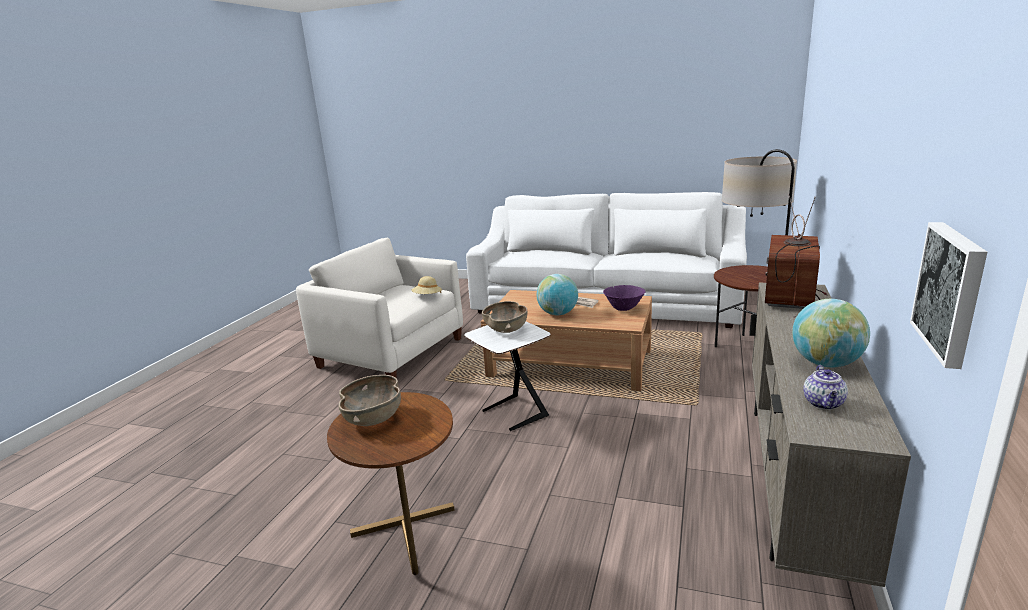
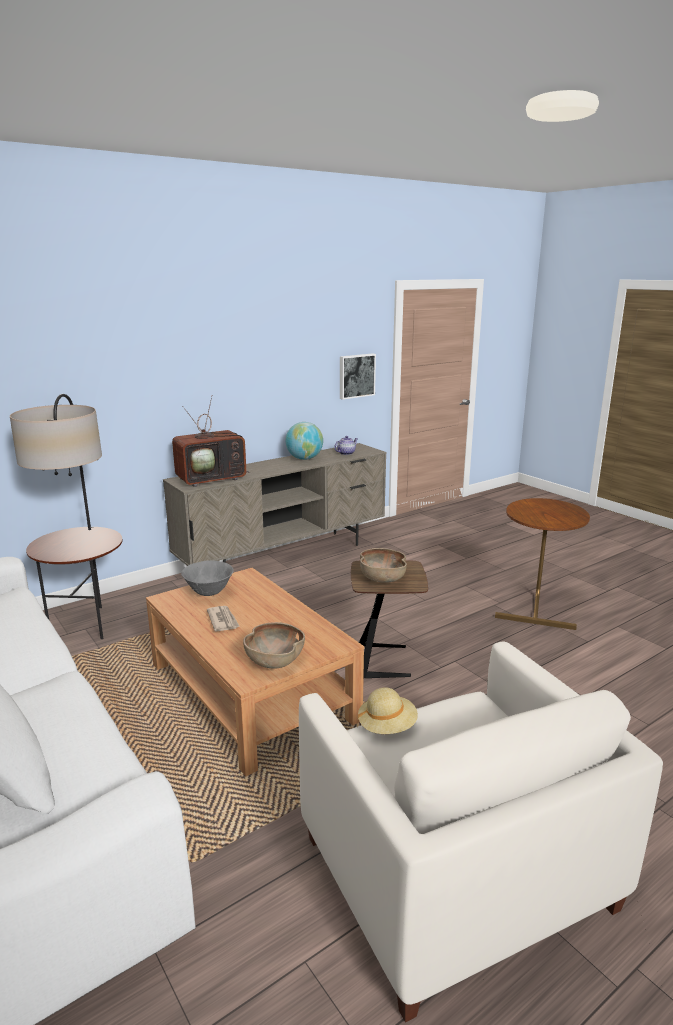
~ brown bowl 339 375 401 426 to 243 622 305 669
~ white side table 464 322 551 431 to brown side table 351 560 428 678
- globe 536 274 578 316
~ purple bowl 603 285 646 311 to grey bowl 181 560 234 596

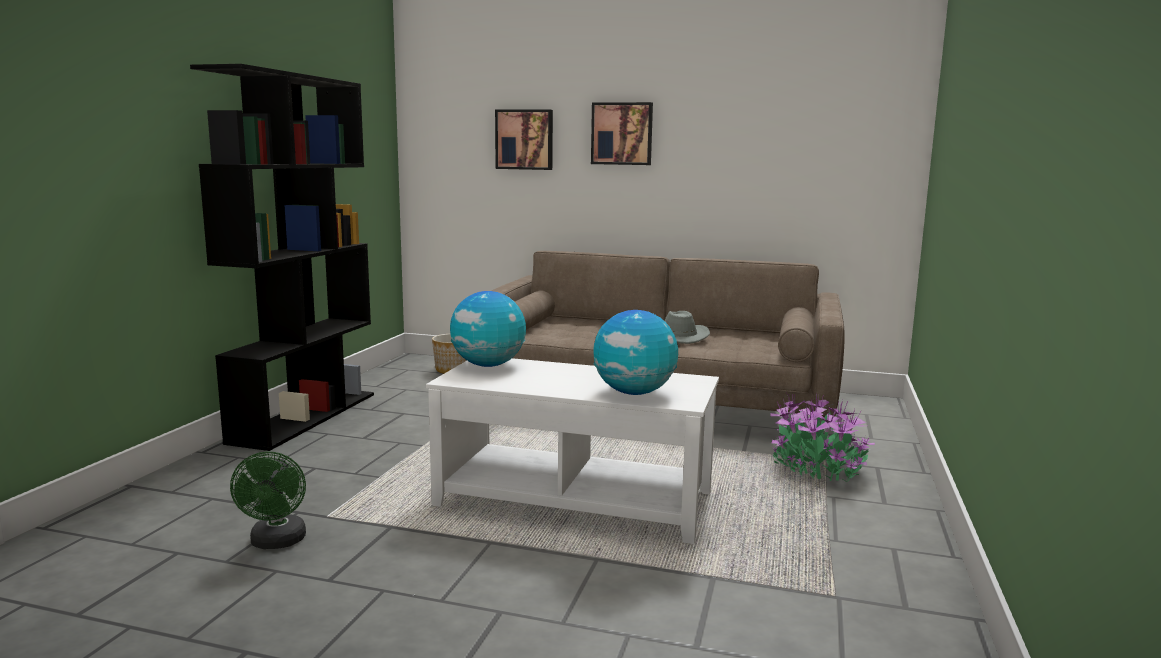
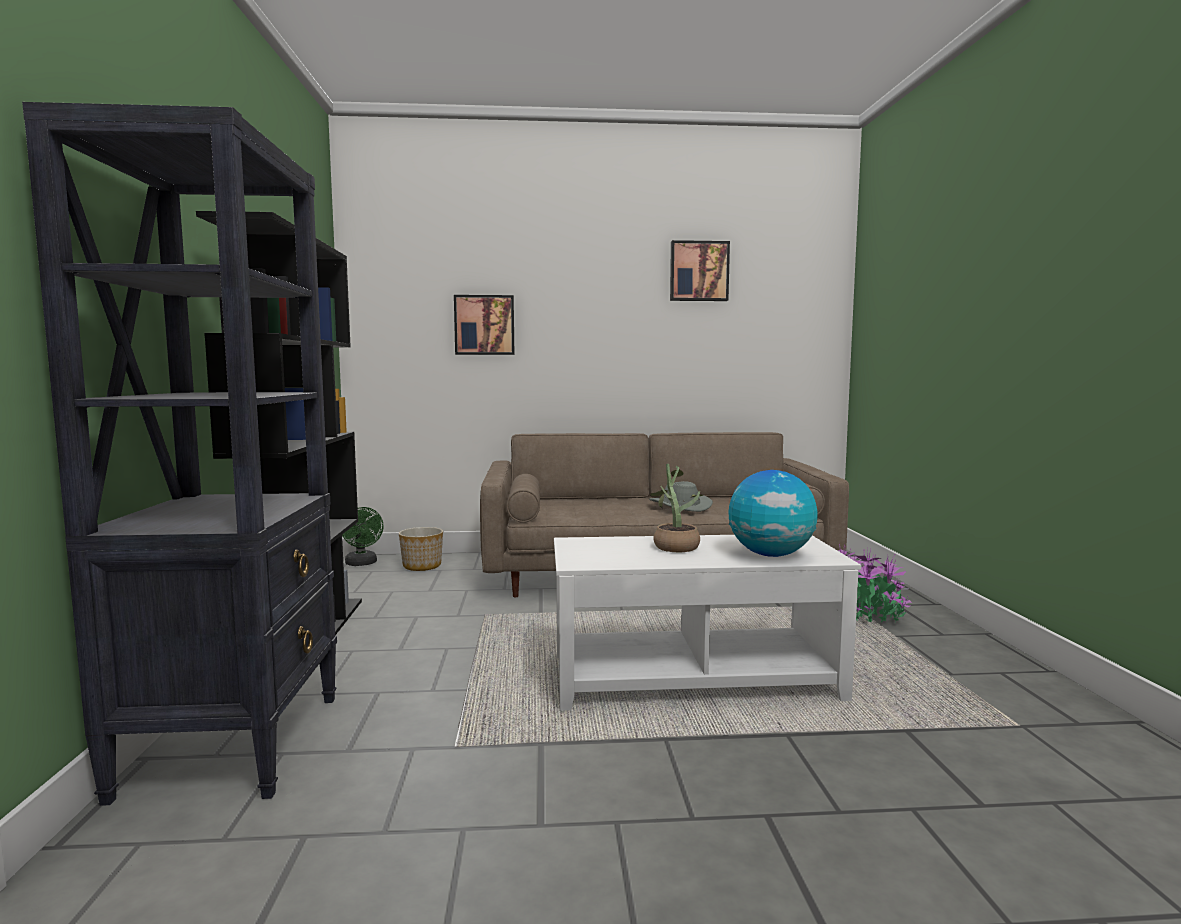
~ green fan 230 452 306 549 to 342 507 384 566
- globe 450 291 526 367
~ picture 591 102 653 165 to 670 240 730 301
+ black bookcase 22 102 337 806
+ potted plant 650 464 703 552

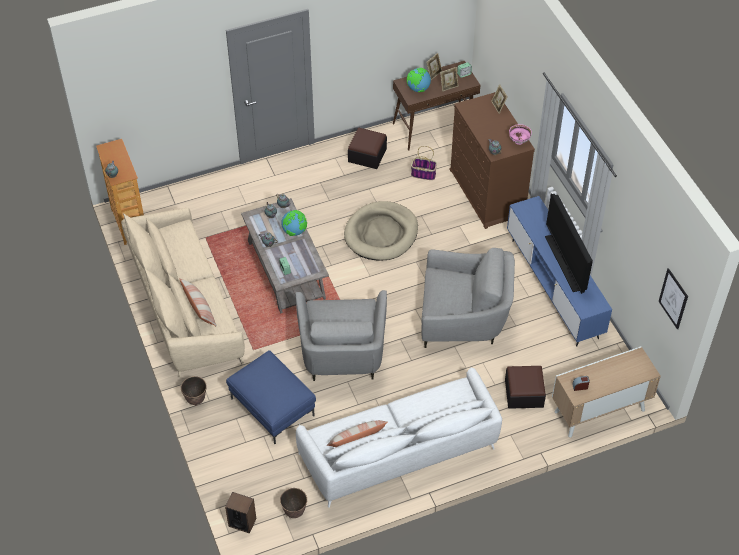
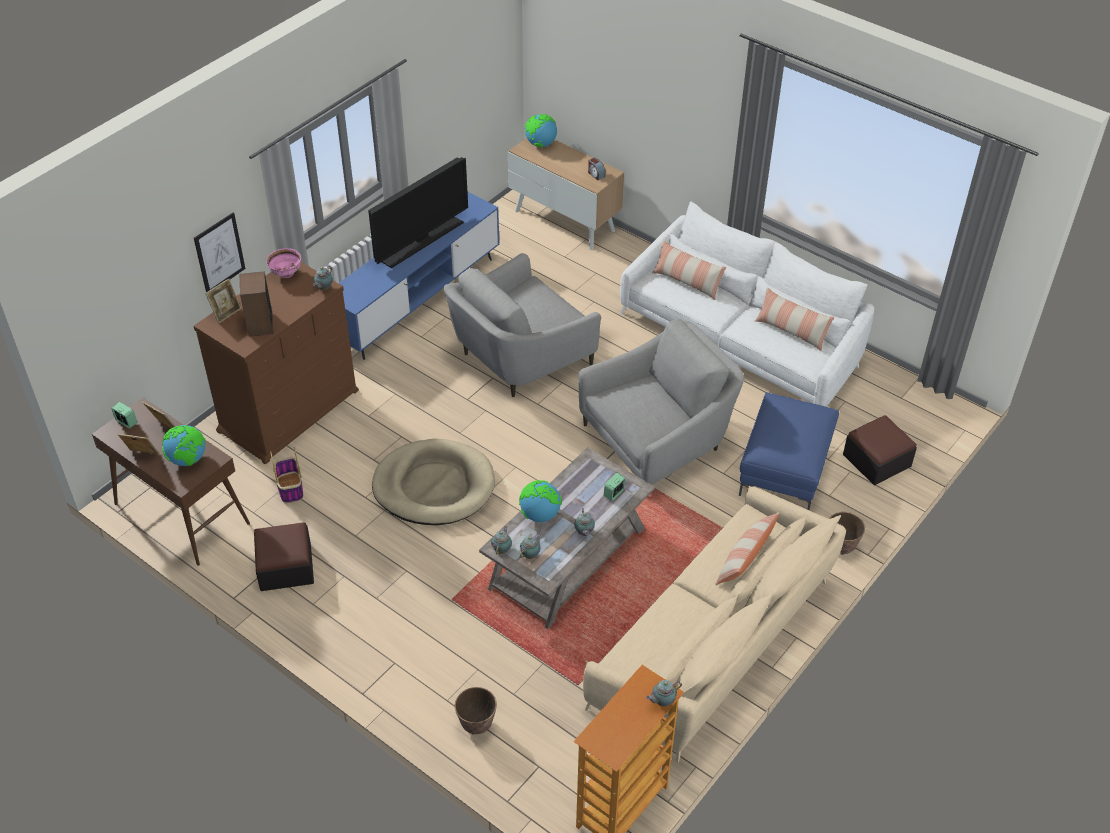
~ speaker 225 492 256 534 to 240 271 273 337
~ planter 280 488 307 518 to 455 687 497 735
~ grey armchair 421 248 515 348 = 444 253 601 397 105 degrees counterclockwise
~ ottoman 505 366 546 409 to 843 415 917 485
~ picture 658 268 688 329 to 194 212 245 292
+ globe 525 114 557 148
+ pillow 652 240 726 300

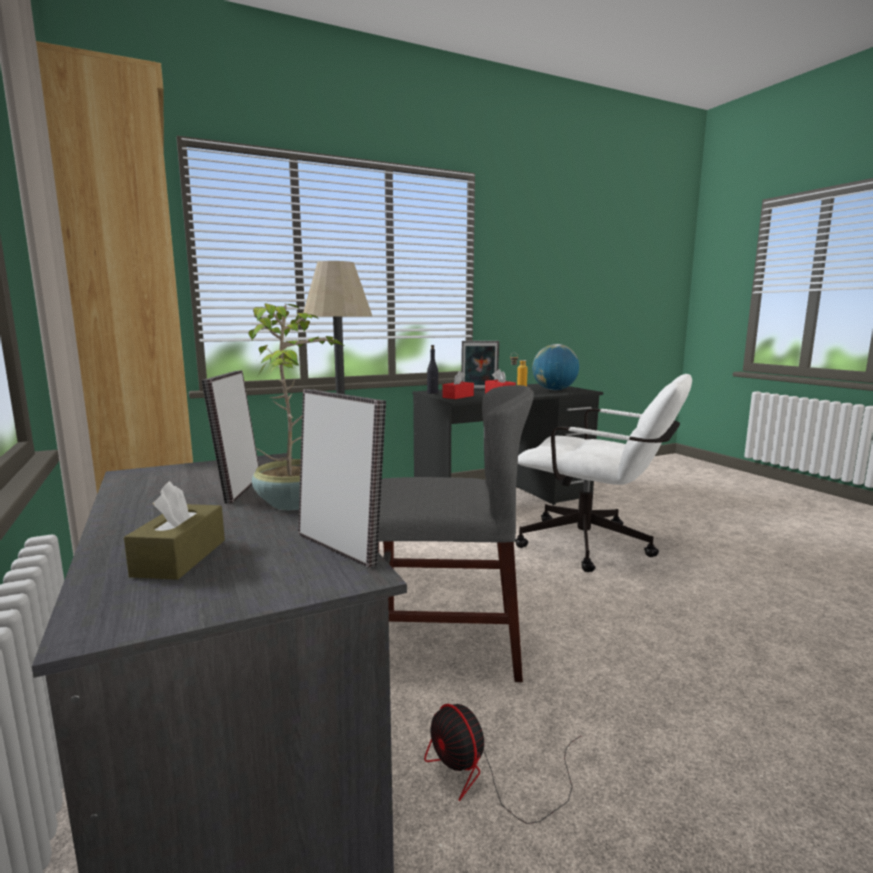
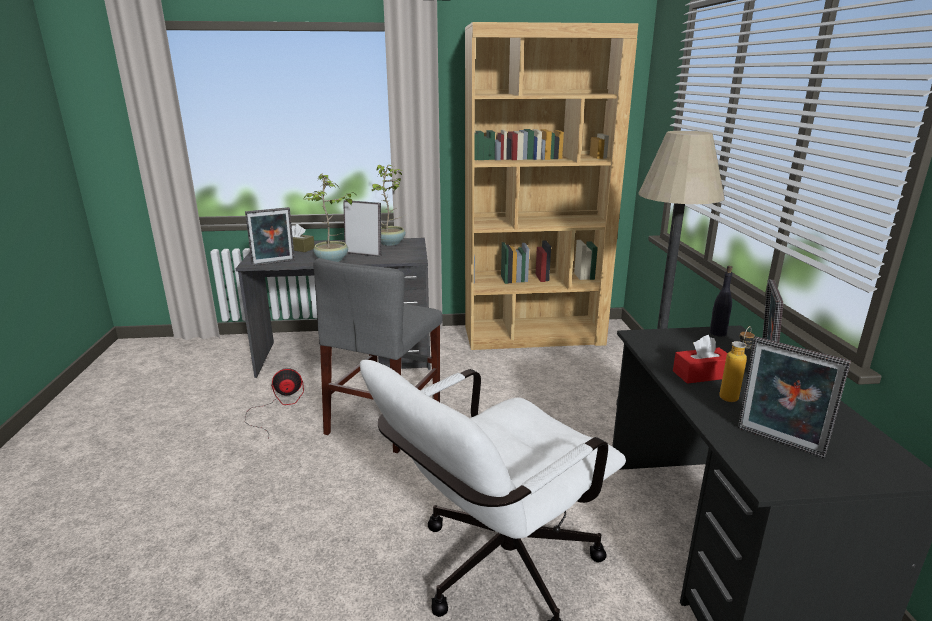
- red tissue box 442 371 474 399
~ globe 532 344 579 390 to picture frame 738 337 851 458
+ potted plant 370 165 407 246

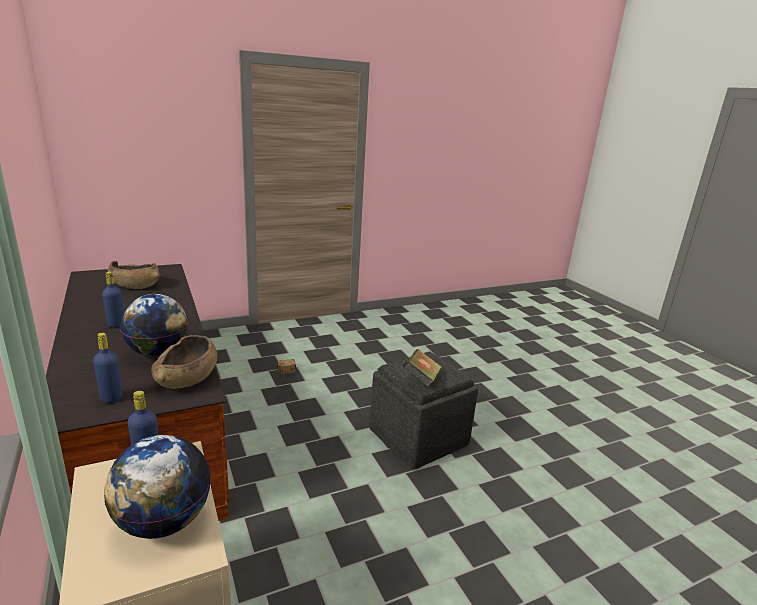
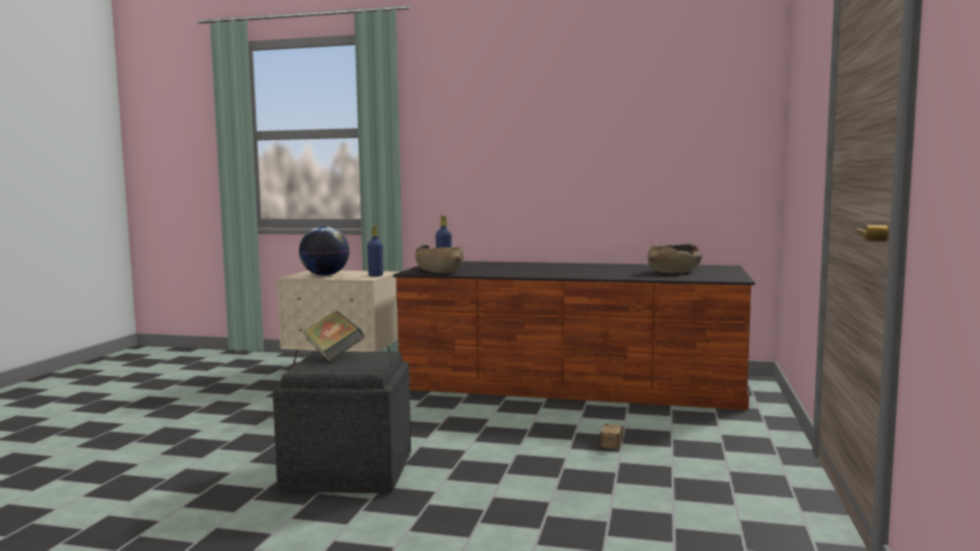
- blue bottle 102 272 124 328
- globe 120 294 188 356

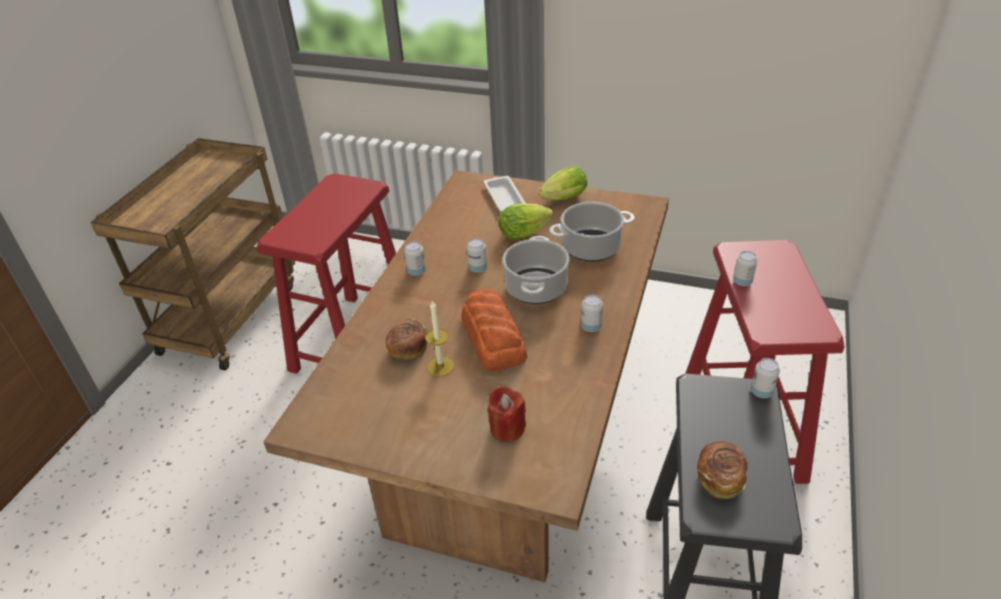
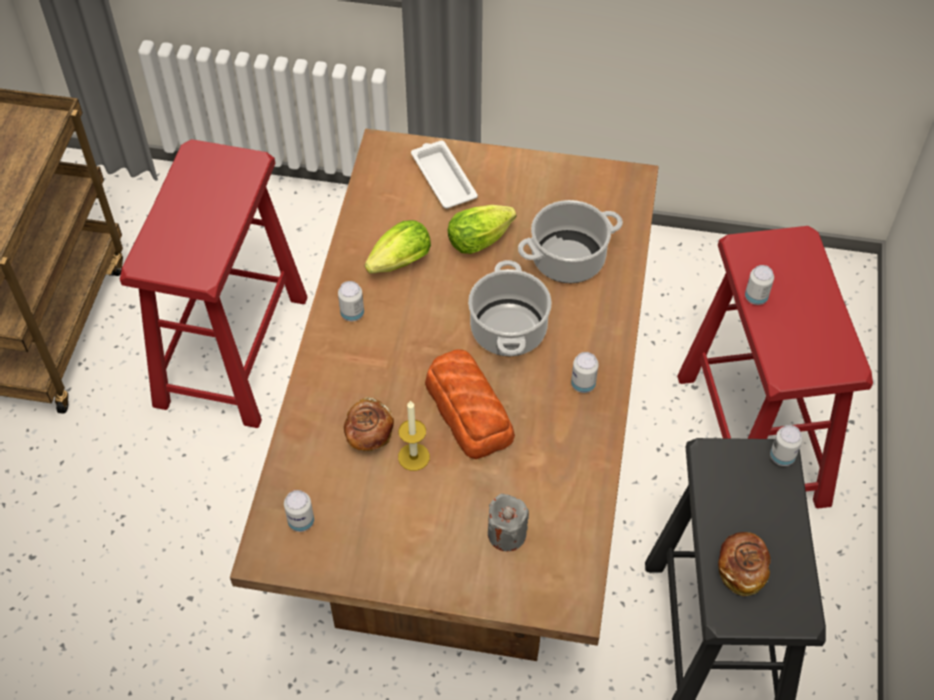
~ can 467 238 487 273 to 284 490 314 532
~ red candle 488 385 526 442 to grey candle 488 494 529 551
~ lettuce 539 166 587 200 to 365 220 431 274

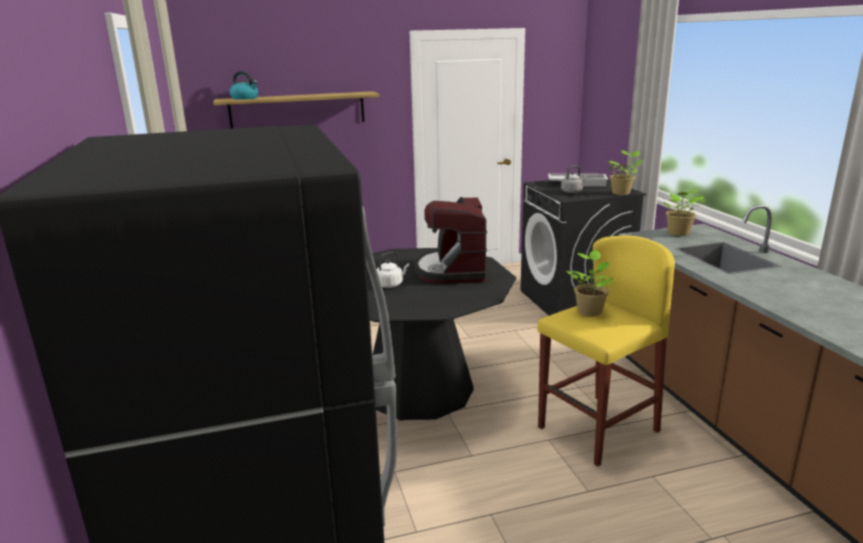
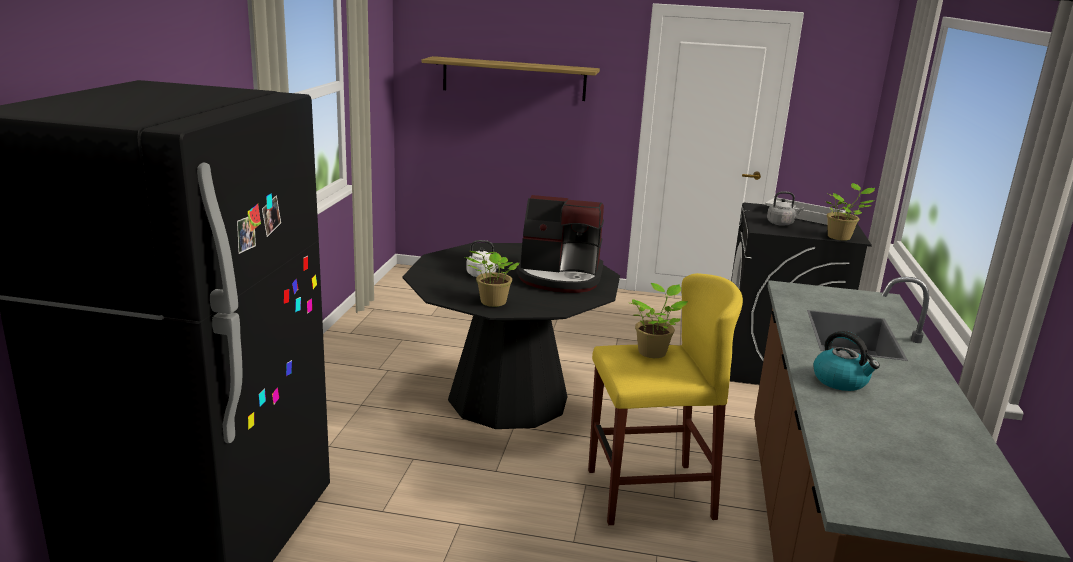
~ kettle 230 71 258 100 to 813 331 880 391
~ coffee machine 415 197 490 284 = 517 195 604 293 105 degrees counterclockwise
~ potted plant 663 189 706 236 to 465 251 520 307

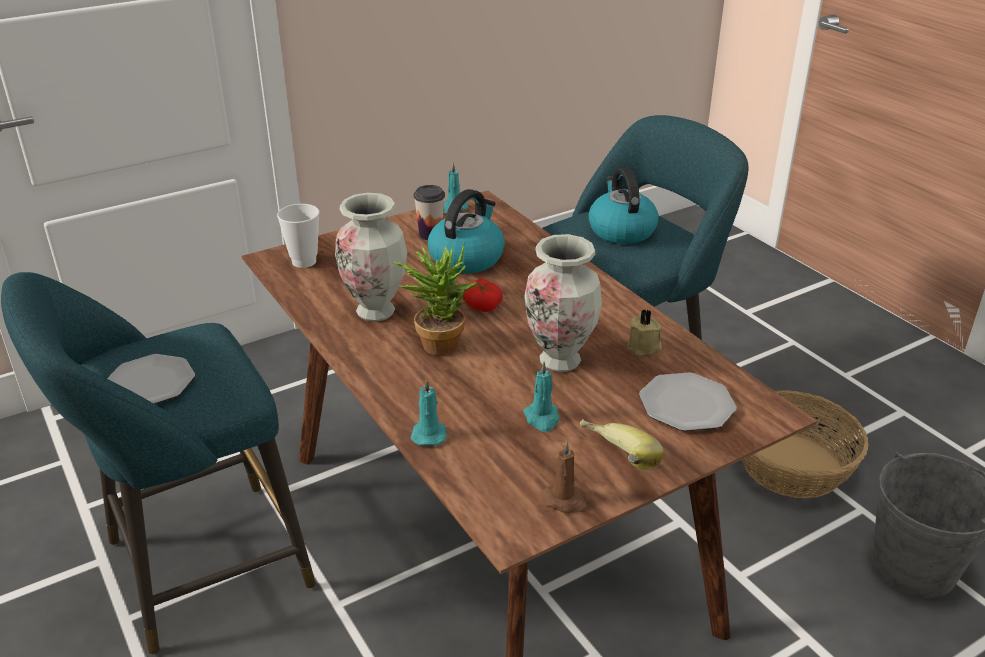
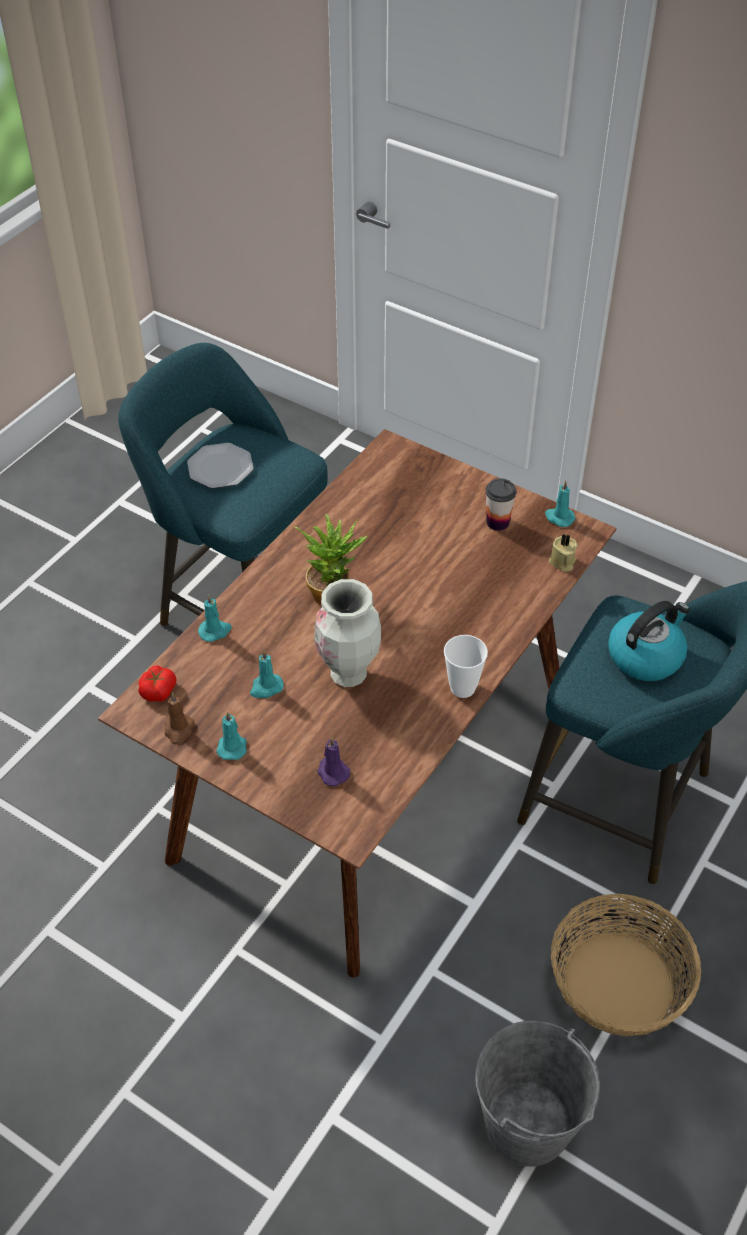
~ cup 277 204 319 268 to 444 635 488 698
- vase 335 193 407 322
- kettle 428 189 505 274
~ tomato 463 279 503 312 to 139 665 176 702
~ banana 580 419 664 470 to turquoise candle 216 711 247 760
~ beige candle 627 309 662 356 to 549 534 577 572
~ plate 639 372 737 431 to purple candle 317 737 350 786

